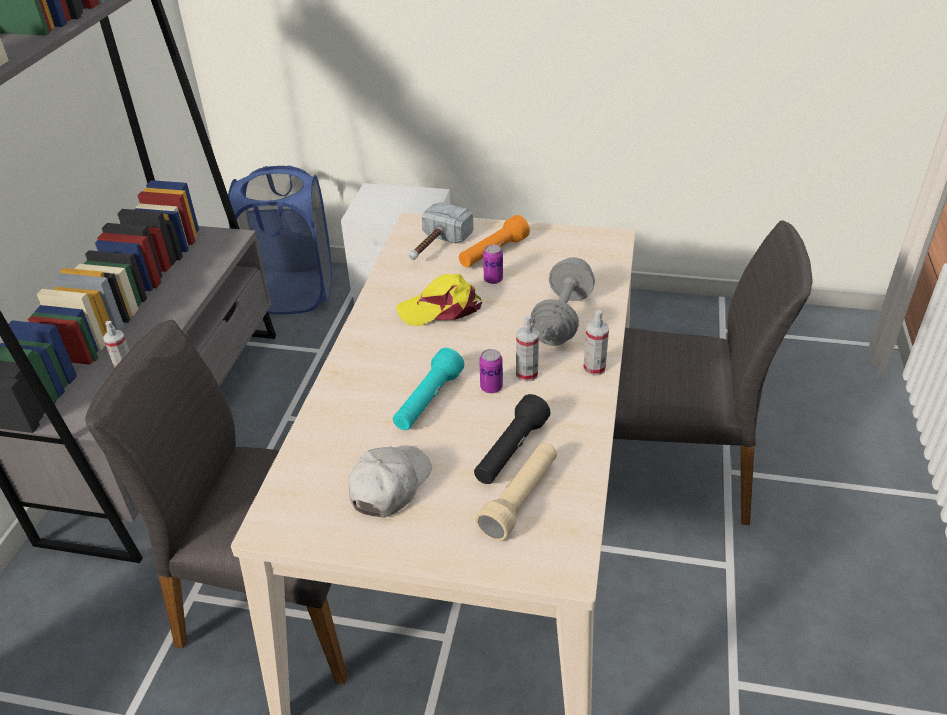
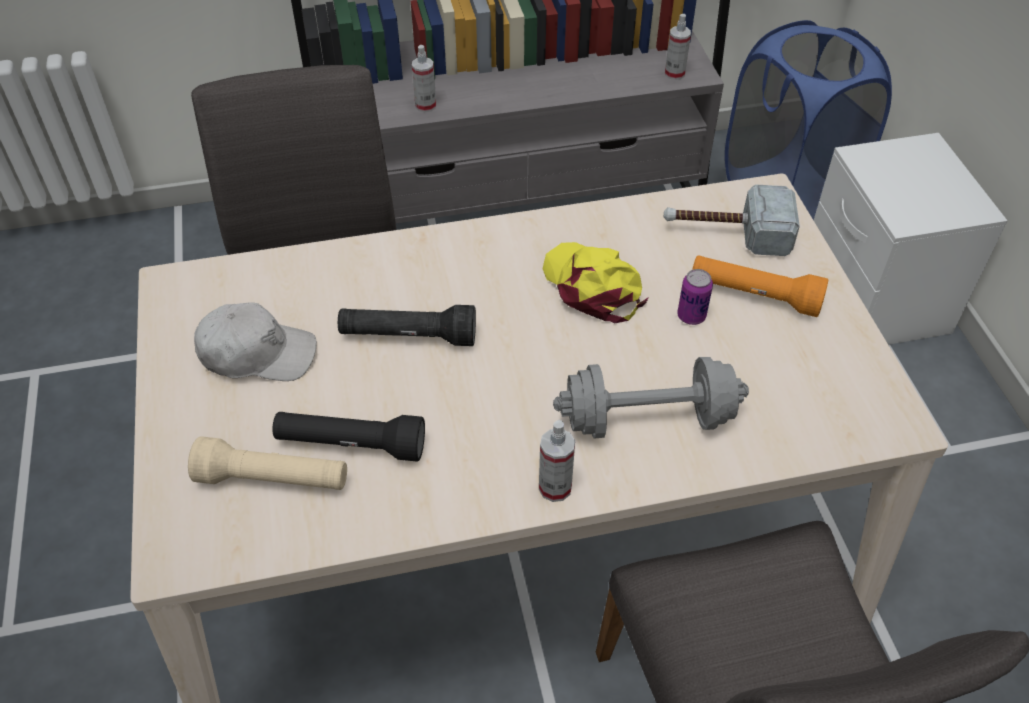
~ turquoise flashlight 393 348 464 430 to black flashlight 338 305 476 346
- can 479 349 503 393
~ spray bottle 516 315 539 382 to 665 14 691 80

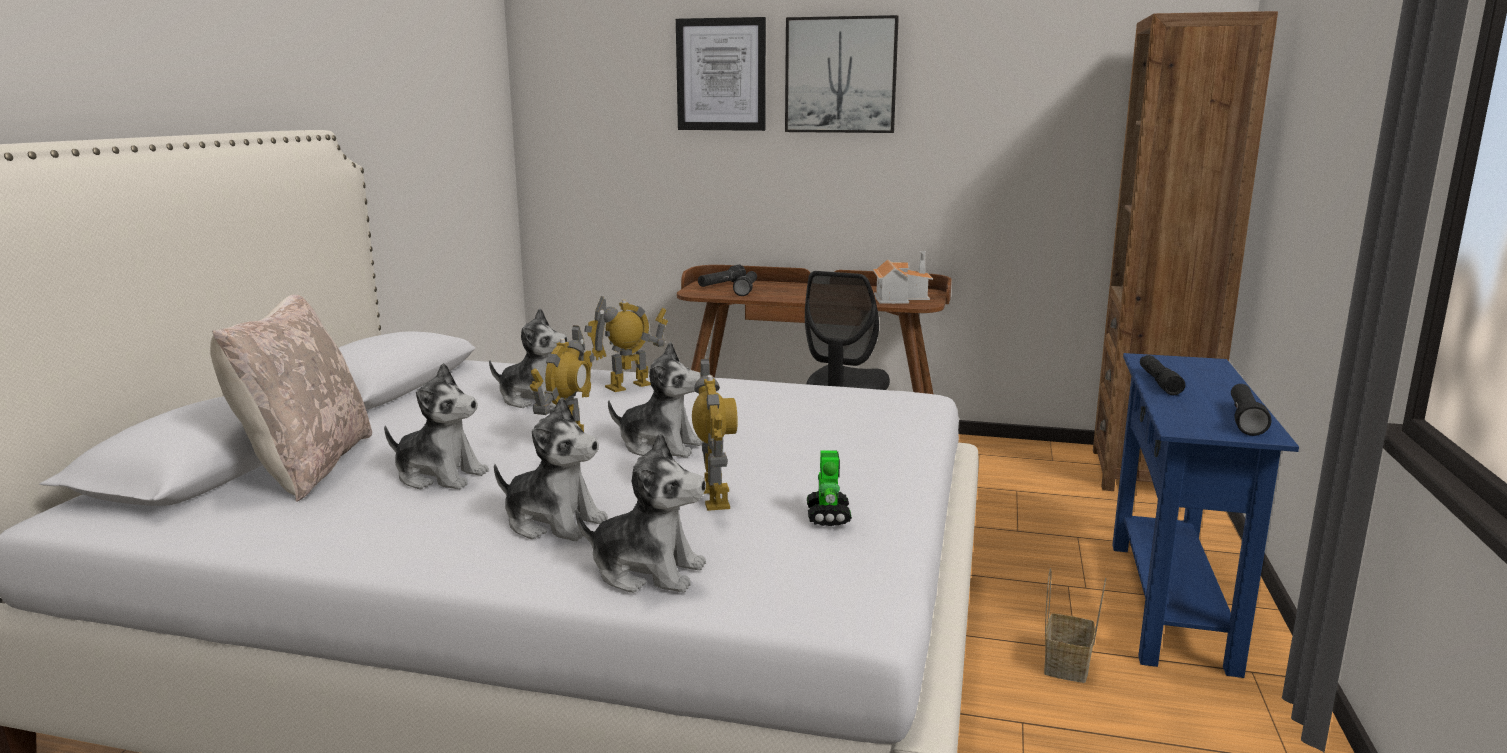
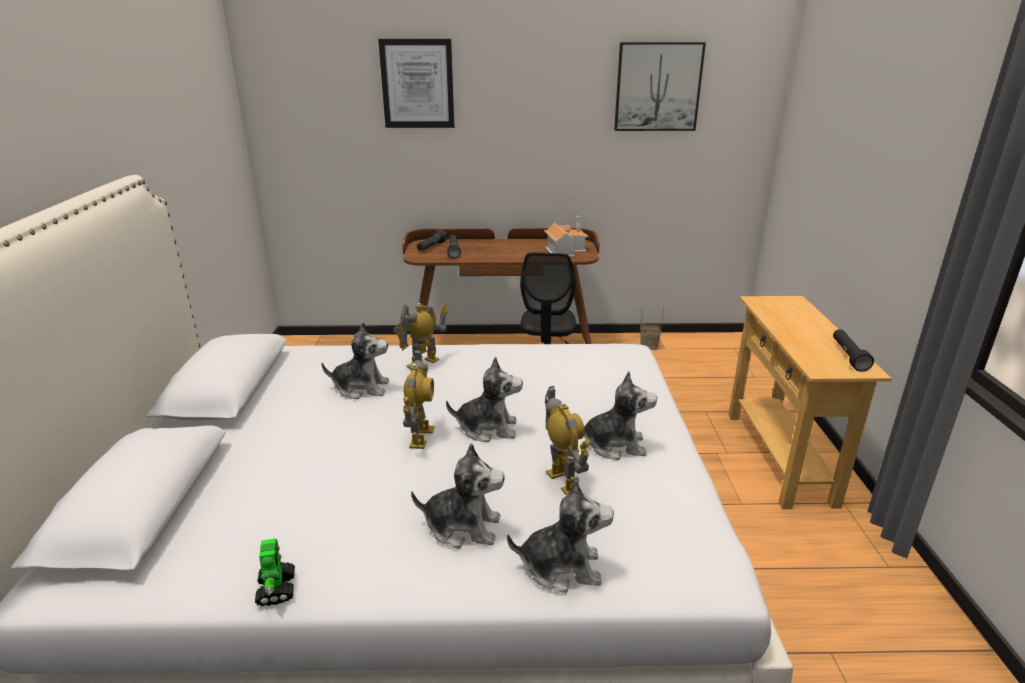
- beige pillow 210 295 372 502
~ plush toy 384 363 489 489 to 584 371 657 460
~ picture 785 15 899 133 to 614 42 706 131
~ toy robot 807 450 852 526 to 255 538 295 606
~ basket 1044 568 1106 683 to 640 305 665 350
- brown bookcase 1093 11 1278 491
~ blue console table 1112 353 1299 678 to beige console table 728 296 892 509
- black flashlight 1140 355 1185 395

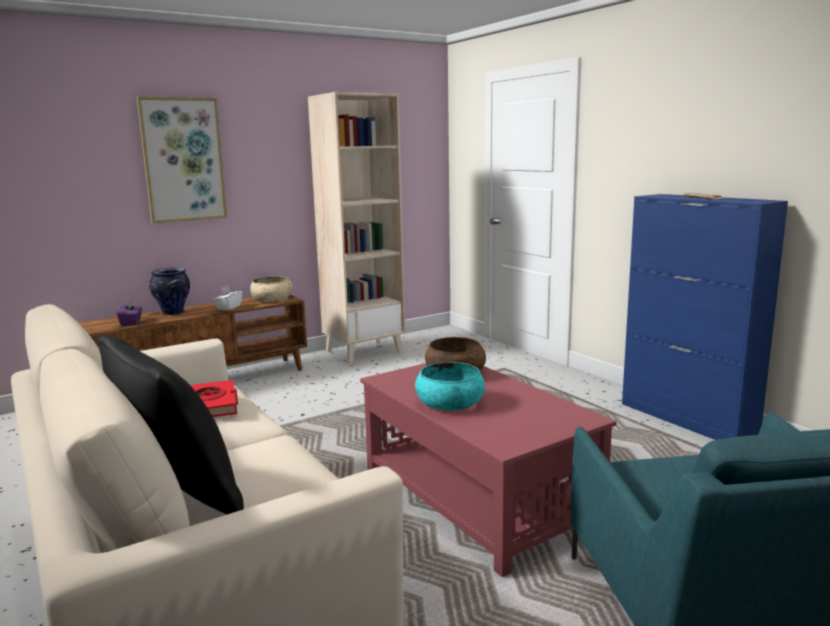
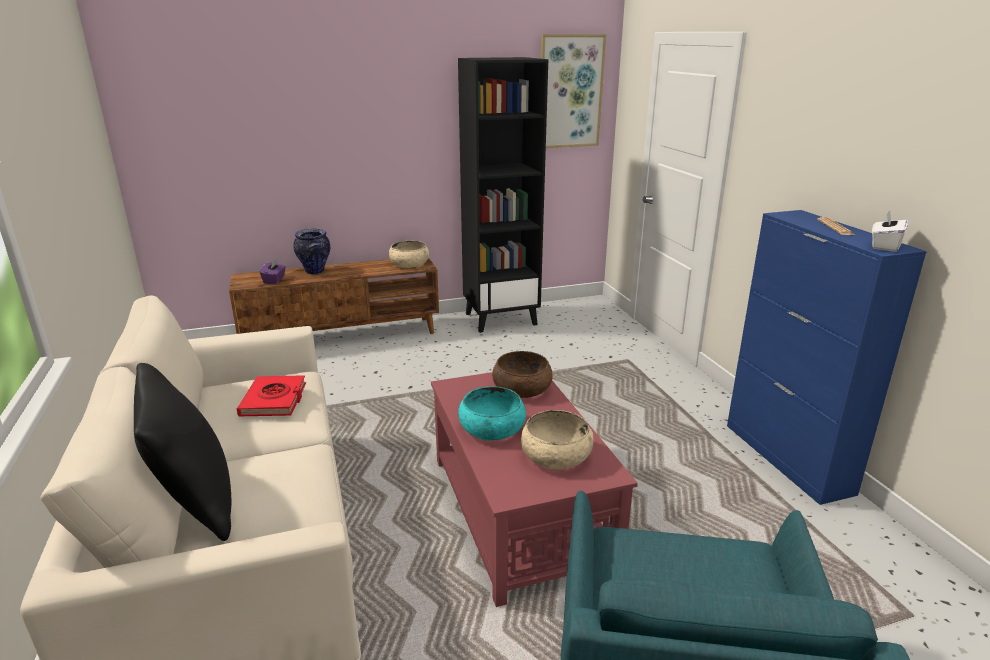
~ picture 137 96 227 223 to 541 34 606 148
~ white tissue box 213 286 242 310 to 872 210 908 252
~ beige bookcase 308 92 405 364 to black bookcase 458 57 548 333
+ beige bowl 521 410 593 470

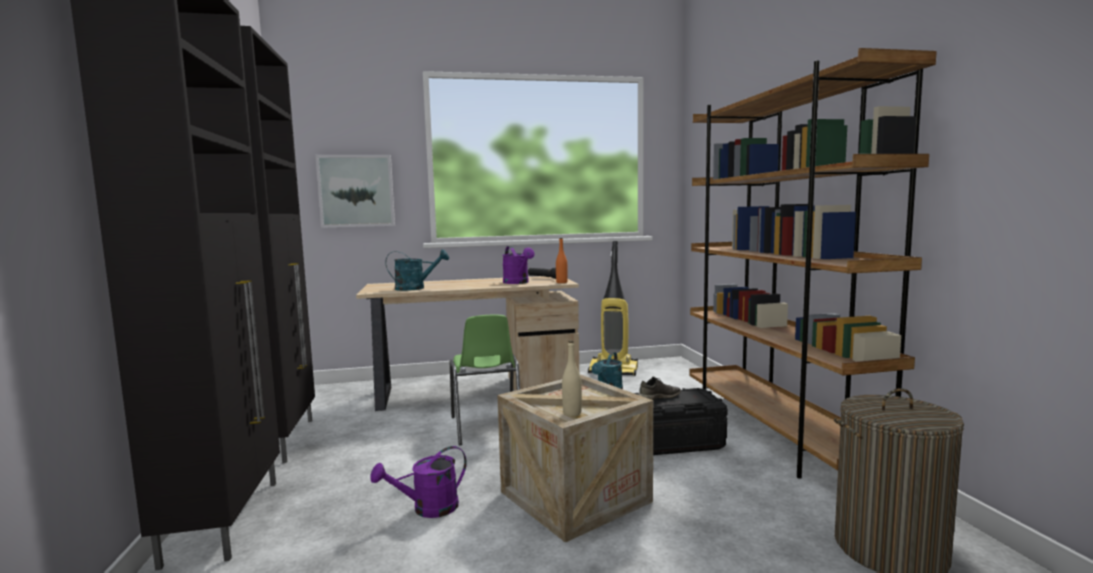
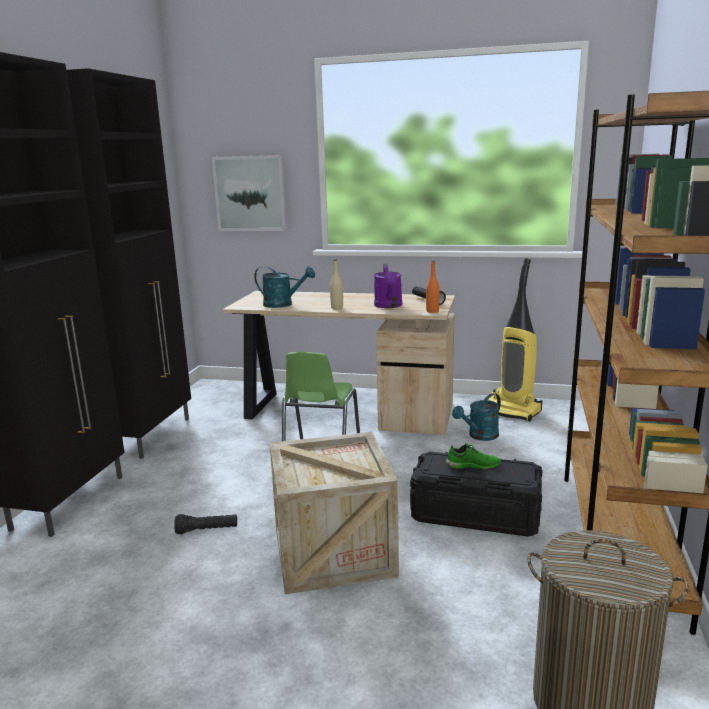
~ purple watering can 370 446 467 518 to black flashlight 174 514 237 534
~ beige bottle 562 341 582 416 to 330 259 343 309
~ grey shoe 638 377 681 400 to green shoe 446 443 501 470

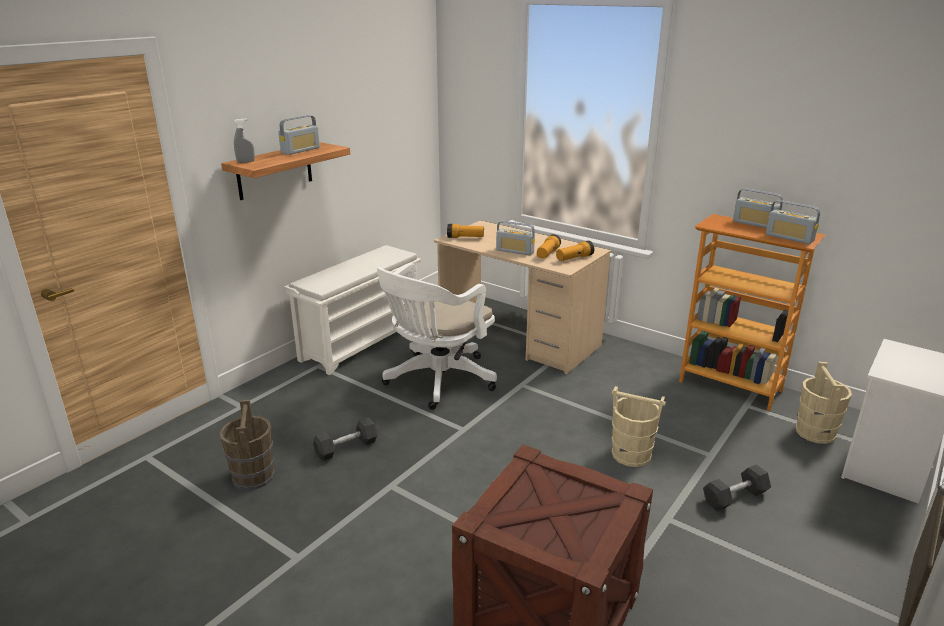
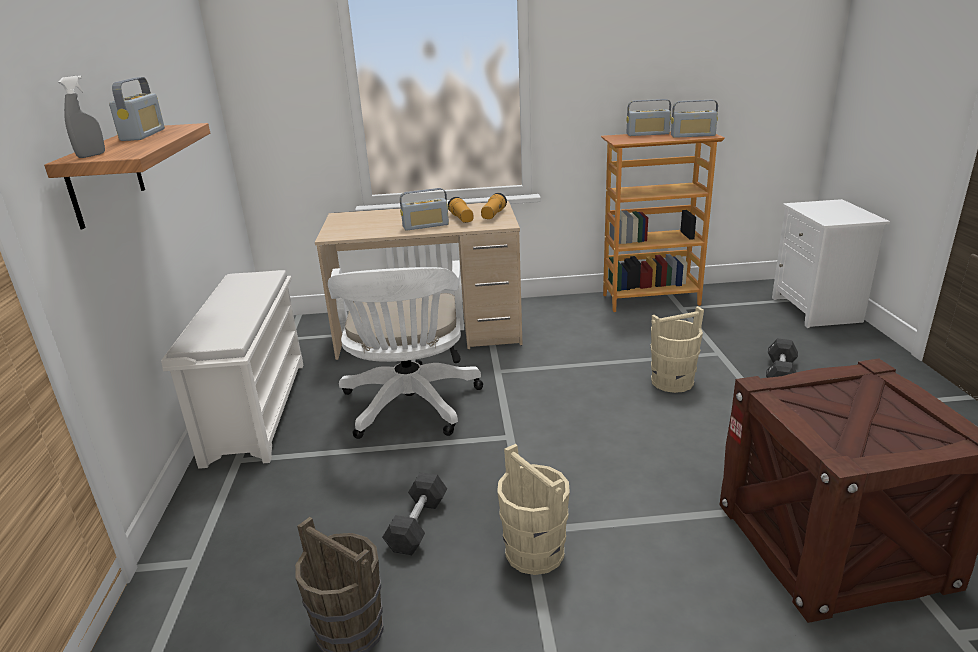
- flashlight 447 224 484 238
~ beige bucket 796 362 852 444 to 497 444 570 575

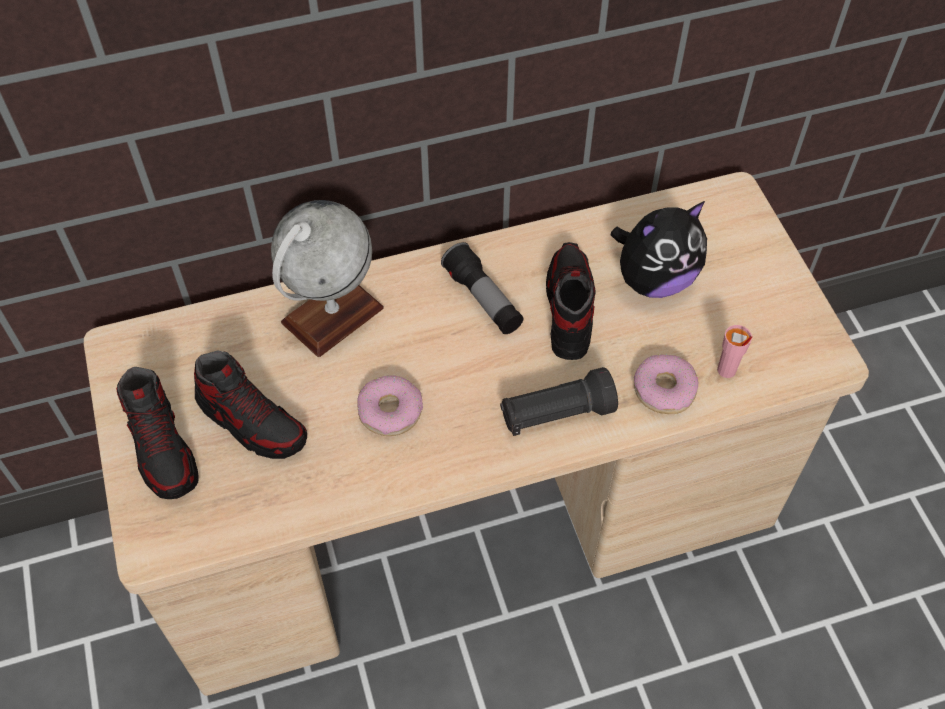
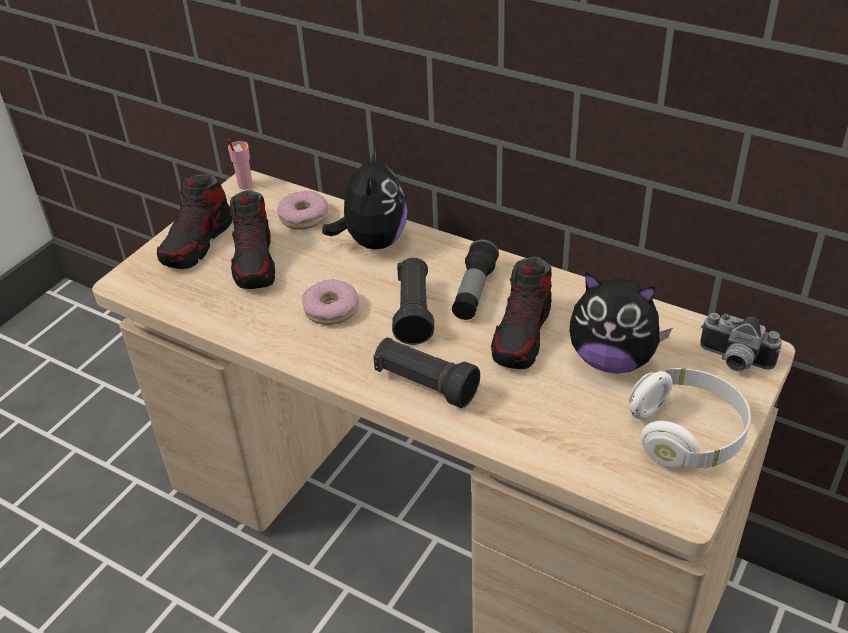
~ globe 271 200 384 357 to plush toy 322 144 408 249
~ shoe 546 242 596 360 = 491 257 552 369 150 degrees clockwise
~ donut 634 354 698 414 to 277 191 328 230
~ pink cup 717 325 752 378 to 228 139 253 190
+ black flashlight 392 258 434 345
+ white headphones 629 368 751 468
+ photo camera 700 313 782 371

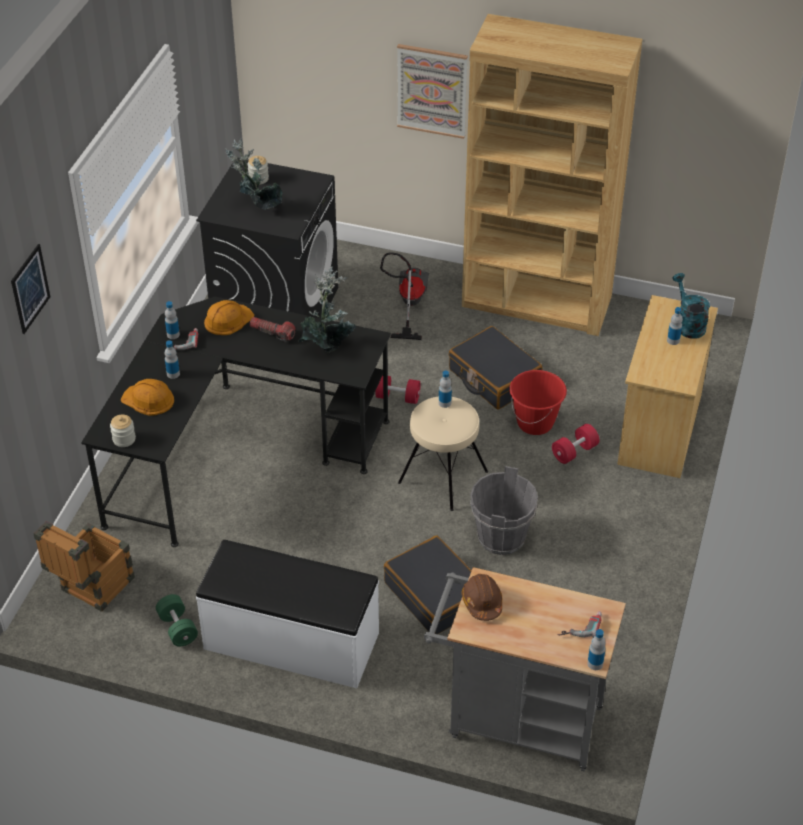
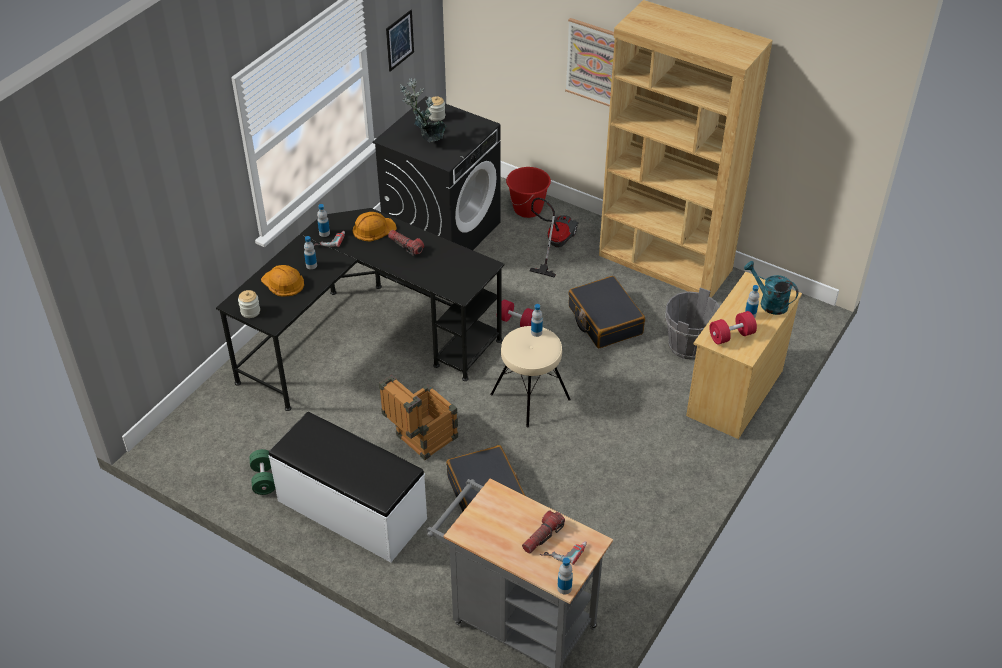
~ picture 11 244 50 334 to 386 10 414 72
~ crate 33 521 135 612 to 379 375 458 460
- potted plant 298 266 357 353
- brown hard hat 462 574 502 621
~ grey bucket 470 466 538 555 to 665 287 720 360
~ red bucket 509 370 567 435 to 506 167 551 218
~ red dumbbell 552 424 599 464 to 709 311 757 345
~ turquoise watering can 672 273 710 339 = 744 261 799 315 45 degrees counterclockwise
+ flashlight 522 511 565 553

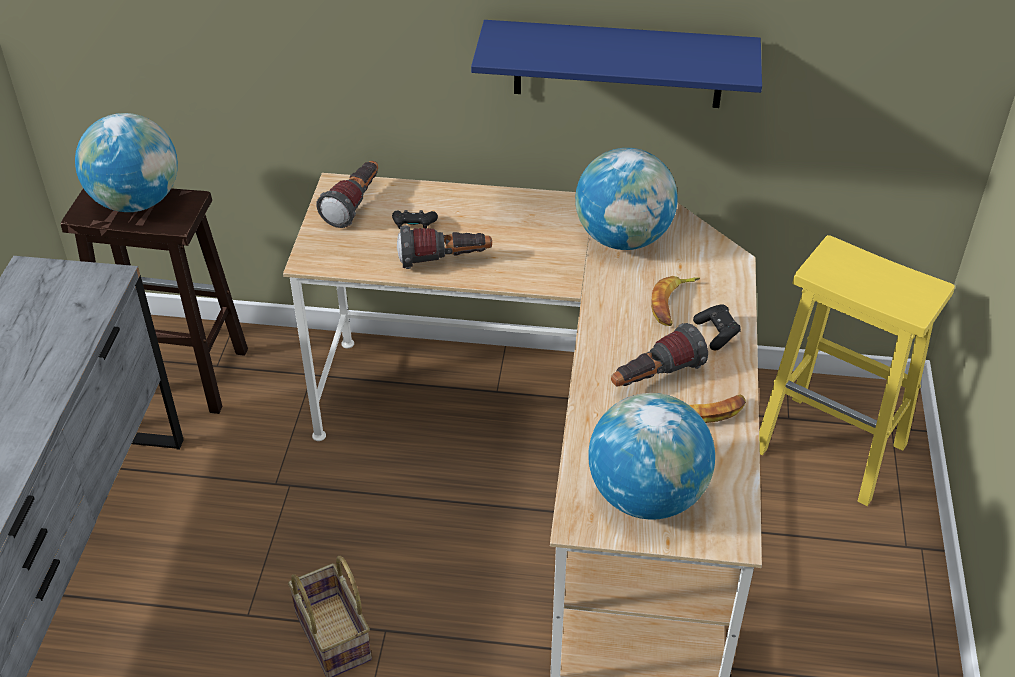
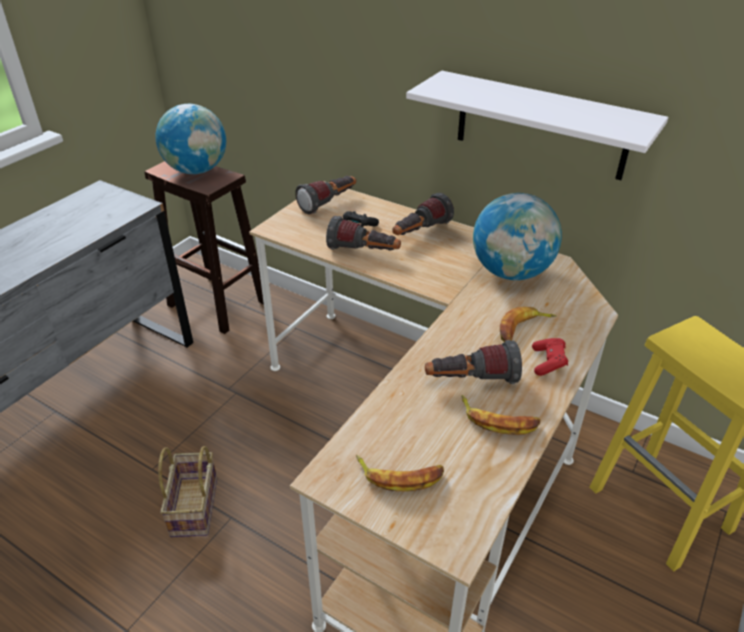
~ blue shelf 471 20 762 108 to white shelf 406 71 668 180
~ globe 588 393 715 519 to banana 356 455 444 492
~ black game controller 693 304 741 350 to red game controller 532 338 568 376
+ flashlight 392 193 454 235

